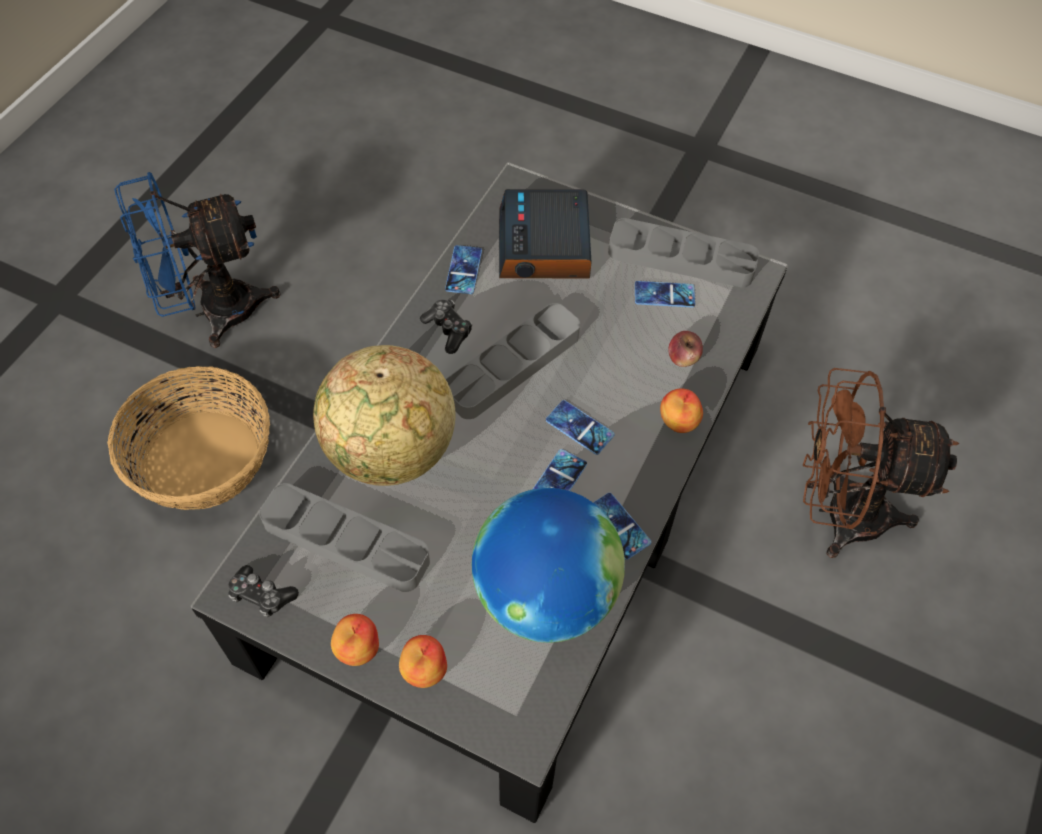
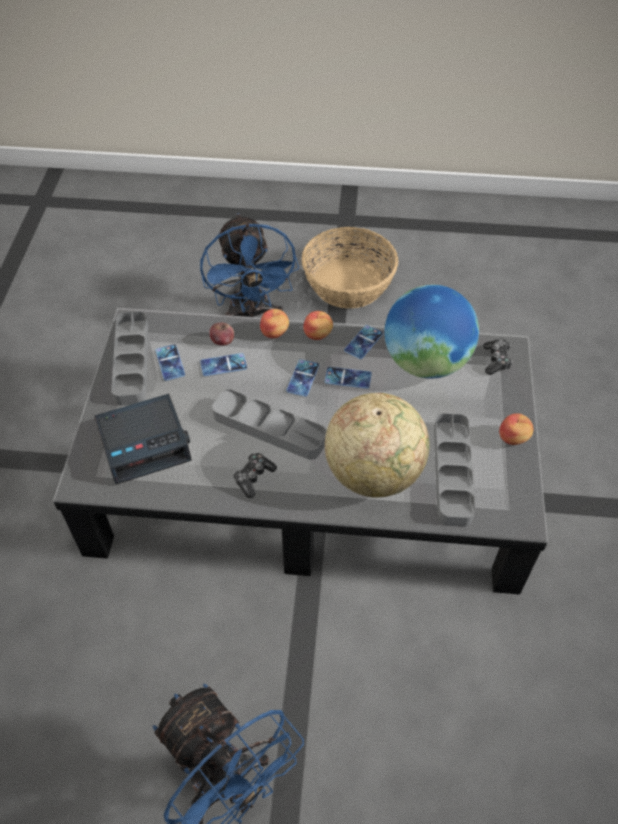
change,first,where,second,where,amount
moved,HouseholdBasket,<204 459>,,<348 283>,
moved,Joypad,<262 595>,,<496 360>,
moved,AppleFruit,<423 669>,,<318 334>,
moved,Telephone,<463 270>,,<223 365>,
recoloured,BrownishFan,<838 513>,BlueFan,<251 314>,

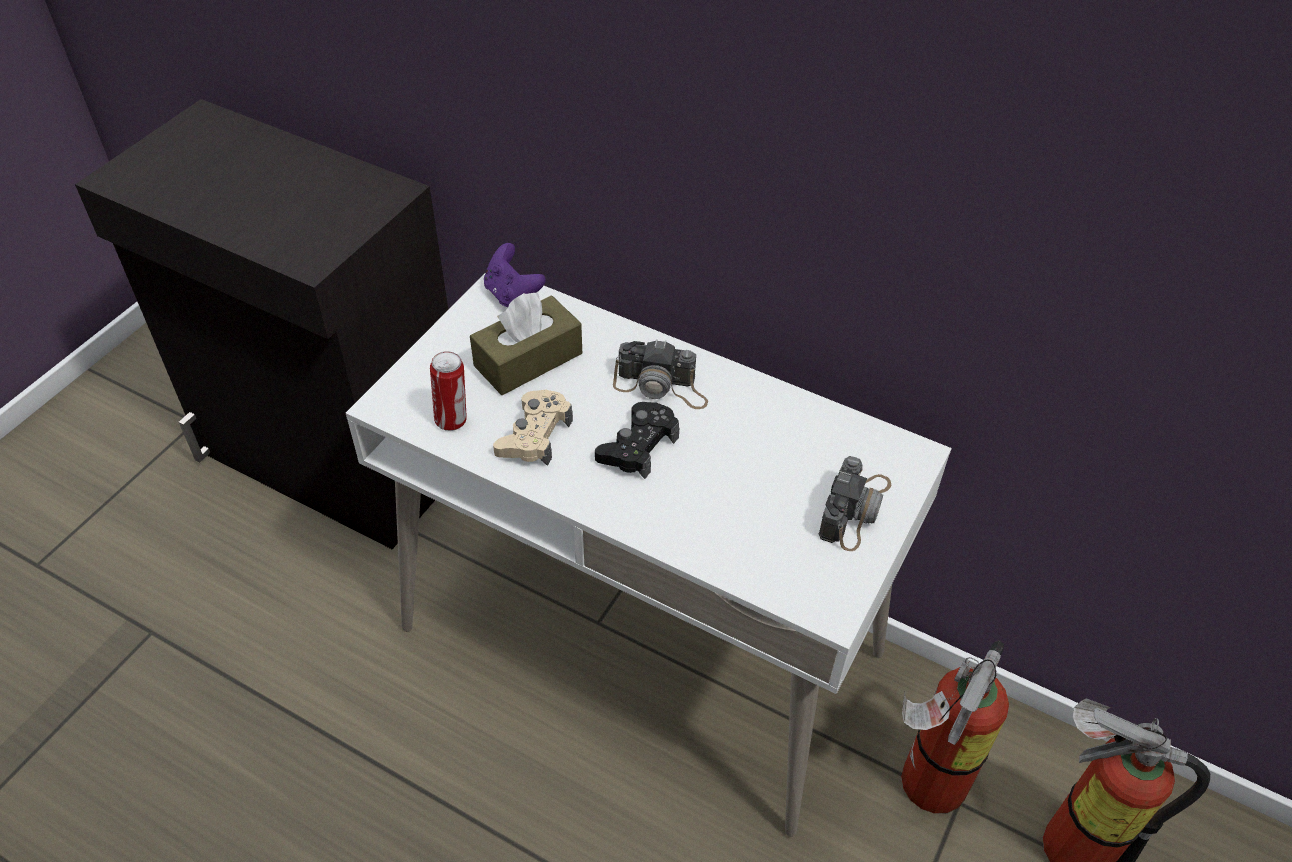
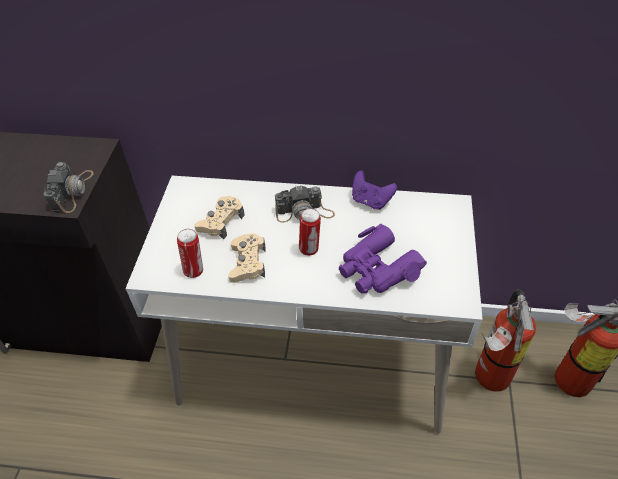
change,first,where,second,where,amount
replaced,BrownishTissueBox,<528 360>,BeigeJoypad,<221 221>,
moved,PurpleColouredJoypad,<512 295>,,<371 201>,
replaced,BlackJoypad,<638 446>,SealedCan,<310 249>,
moved,StillCamera,<855 509>,,<72 191>,
added,,,PurpleColouredFieldGlasses,<377 269>,

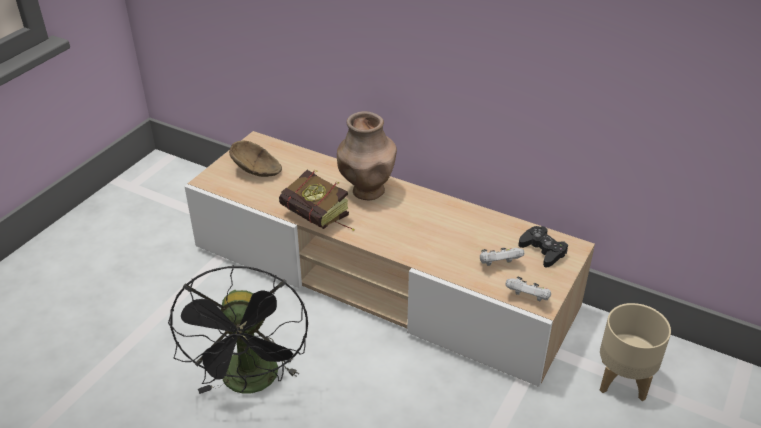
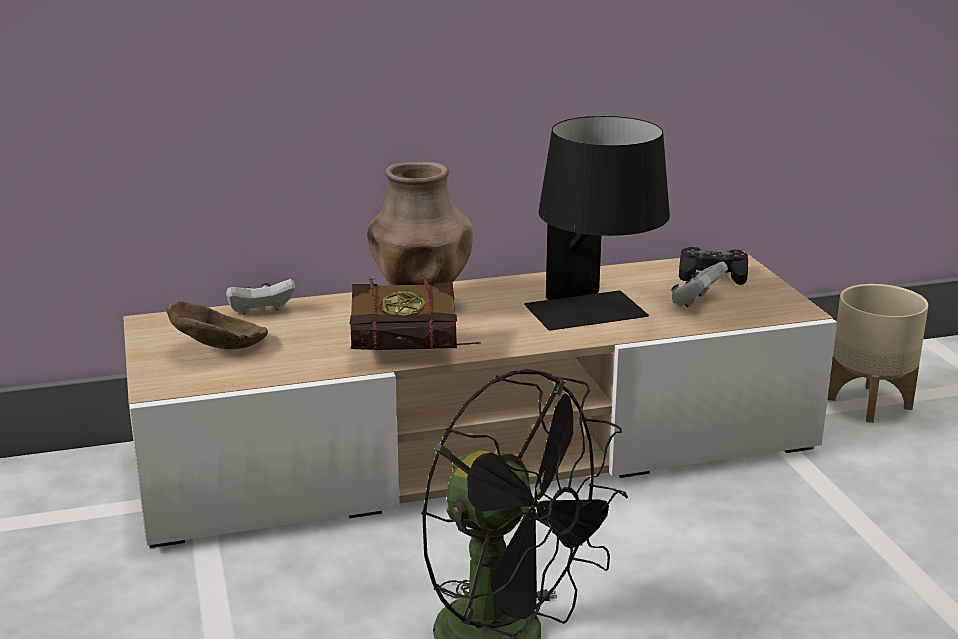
change,first,where,second,where,amount
moved,WhiteColouredJoypad,<527 298>,,<261 313>,
added,,,BlackTableLamp,<596 319>,

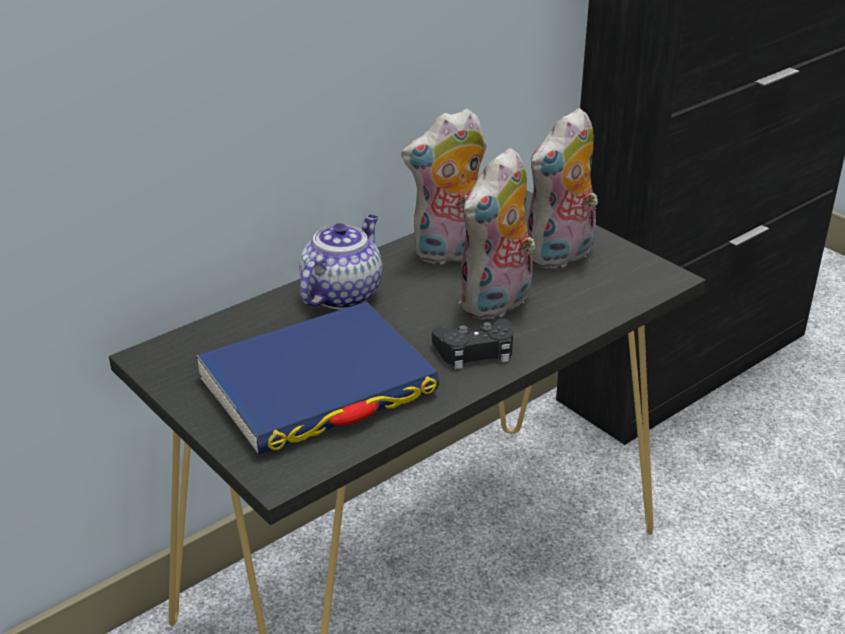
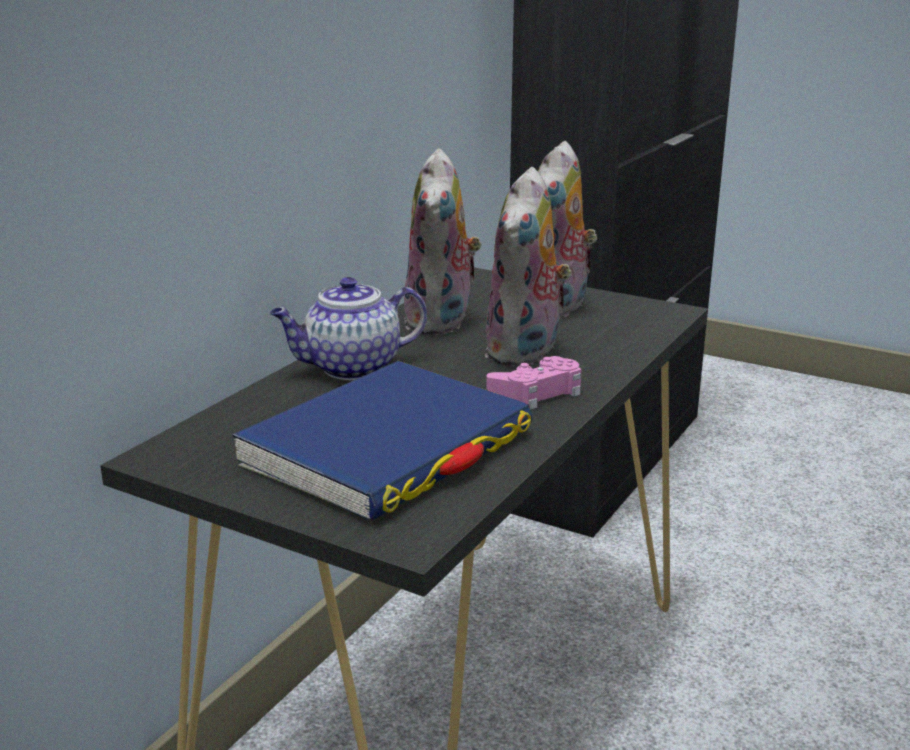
change,first,where,second,where,amount
turned,PotForTea,<342 294>,,<351 368>,120 degrees counterclockwise
turned,CuddlyToy,<450 254>,,<442 322>,45 degrees counterclockwise
recoloured,BlackJoypad,<475 351>,PinkColouredJoypad,<537 392>,

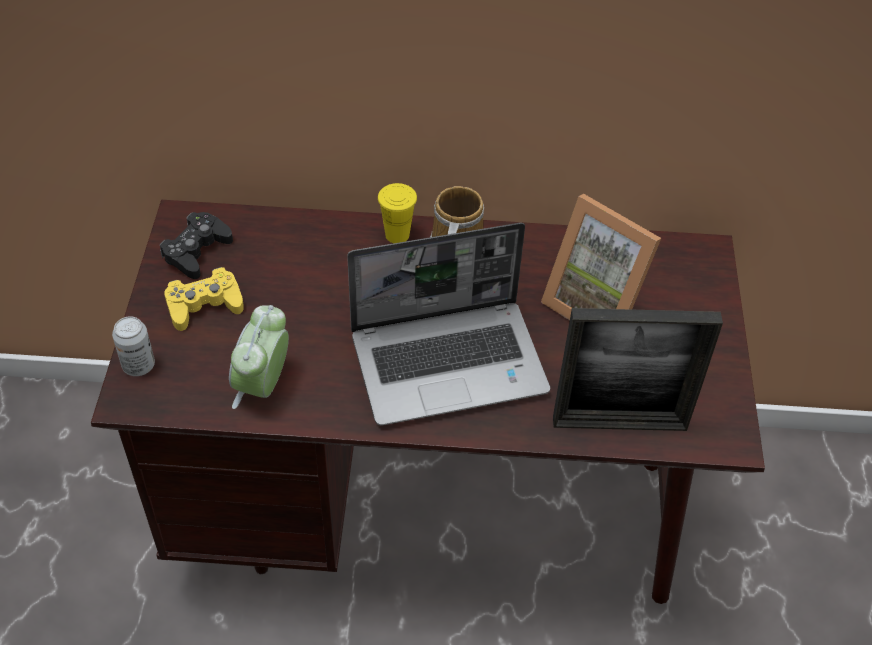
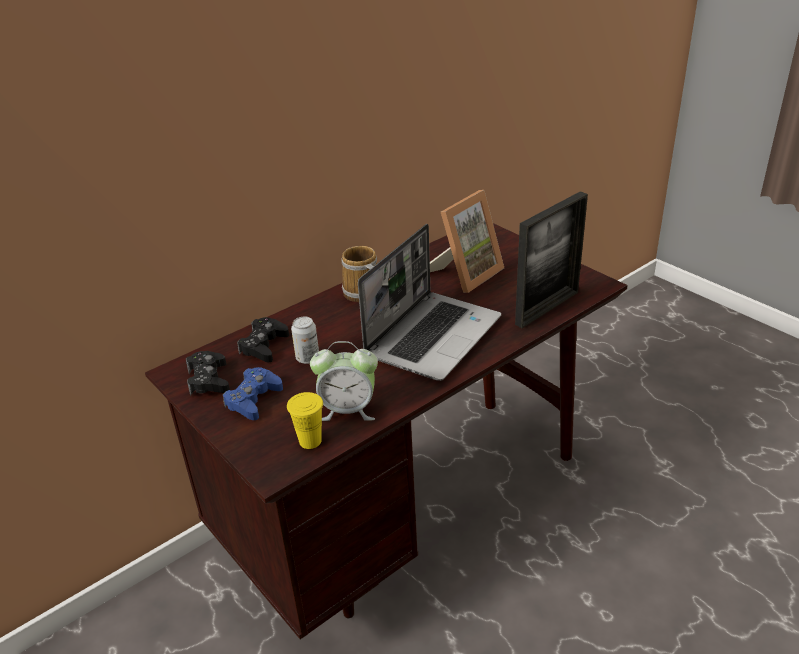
change,first,where,second,where,amount
moved,SealedCan,<138 365>,,<307 358>,
recoloured,YellowColouredJoypad,<204 305>,BlueJoypad,<253 399>,
turned,BedsideClock,<263 386>,,<348 410>,60 degrees counterclockwise
moved,YellowColouredSmallCup,<397 235>,,<310 441>,
turned,StandingFrame,<597 305>,,<466 274>,45 degrees counterclockwise
added,,,BlackJoypad,<264 346>,

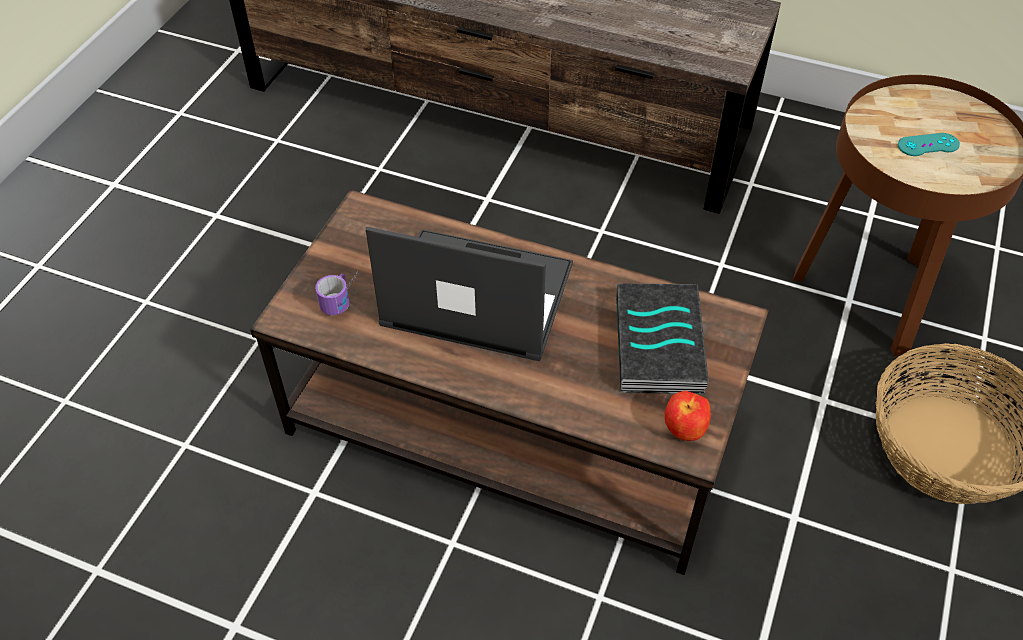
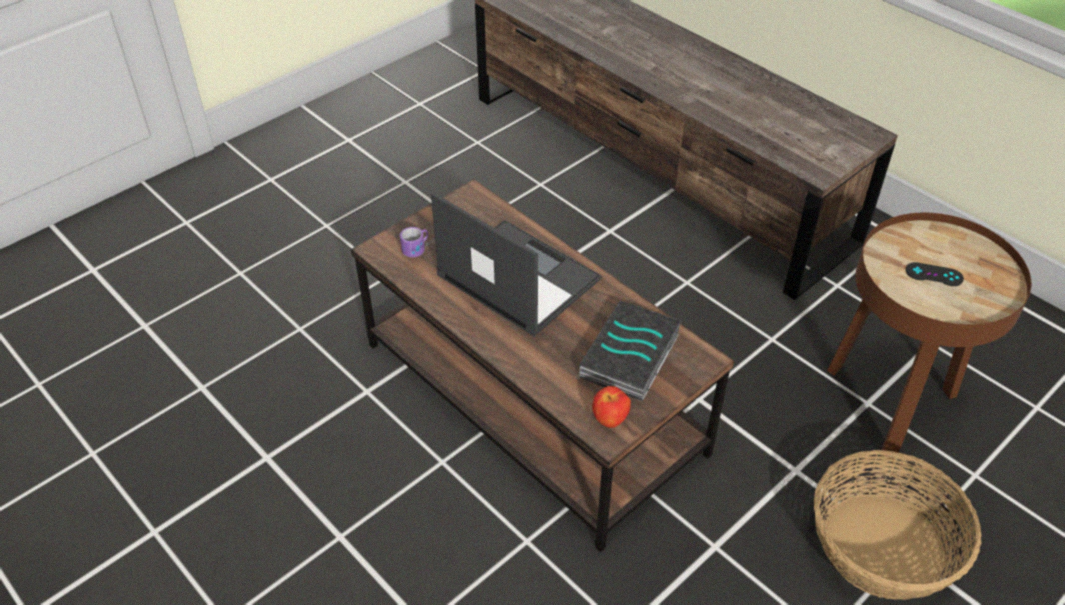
change,first,where,second,where,amount
recoloured,TurquoiseColouredJoypad,<928 145>,BlackJoypad,<934 274>,

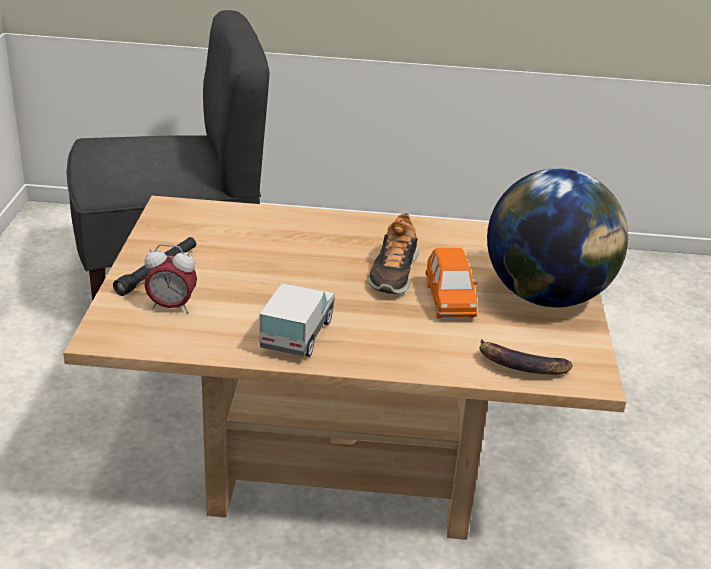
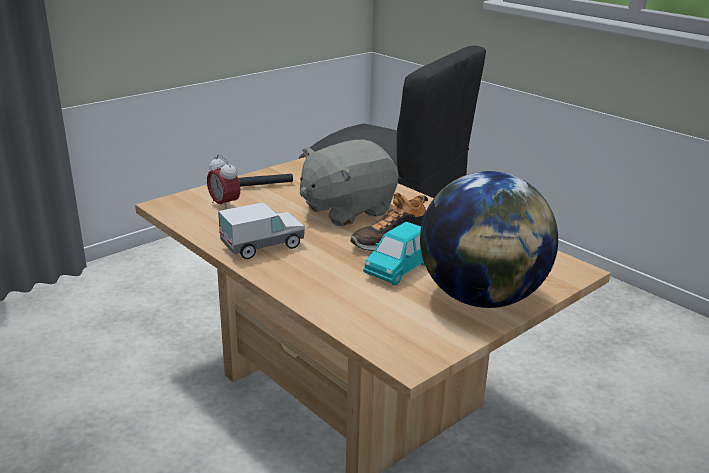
change,first,where,second,where,amount
recoloured,OrangeyModelCar,<449 301>,TurquoiseColouredModelCar,<398 270>,
removed,Banana,<520 365>,,,
added,,,GrayCuddlyToy,<346 210>,

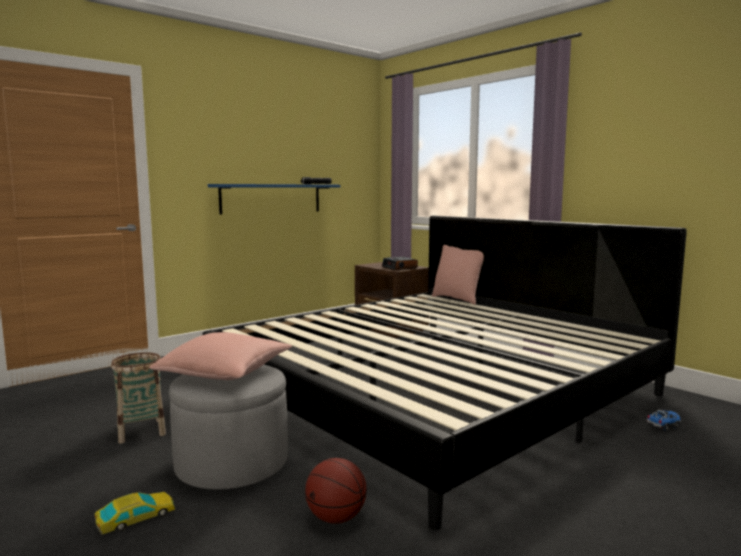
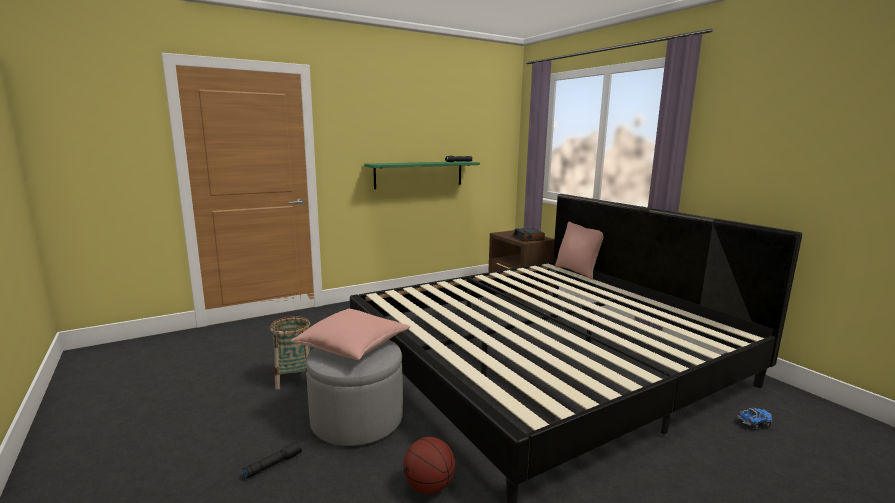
change,first,where,second,where,amount
replaced,ModelCar,<136 518>,BlackHandTorch,<273 464>,
recoloured,BlueWallShelf,<271 198>,GreenColouredWallShelf,<419 174>,

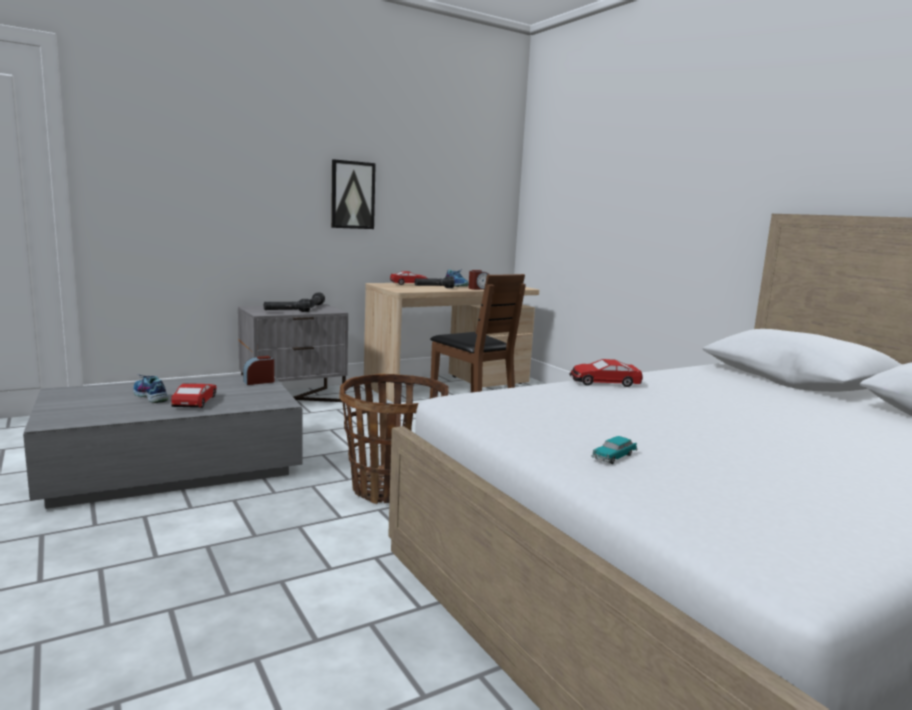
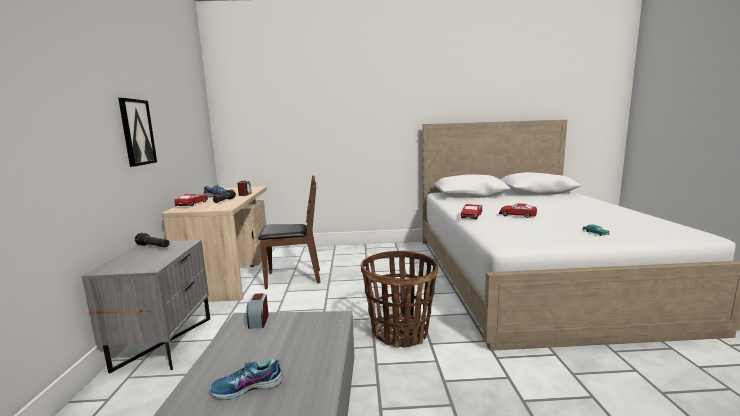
change,first,where,second,where,amount
moved,ModelCar,<195 402>,,<517 215>,
removed,BlackHandTorch,<286 312>,,,

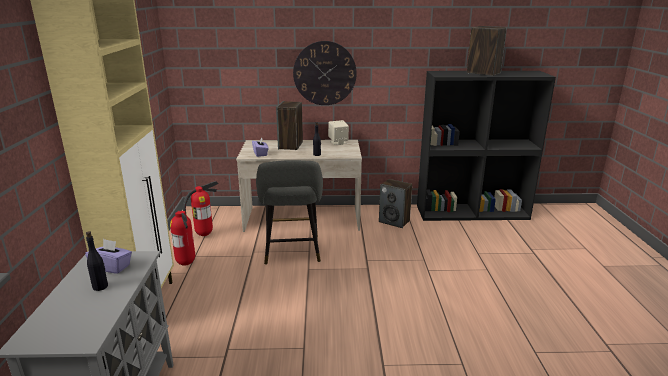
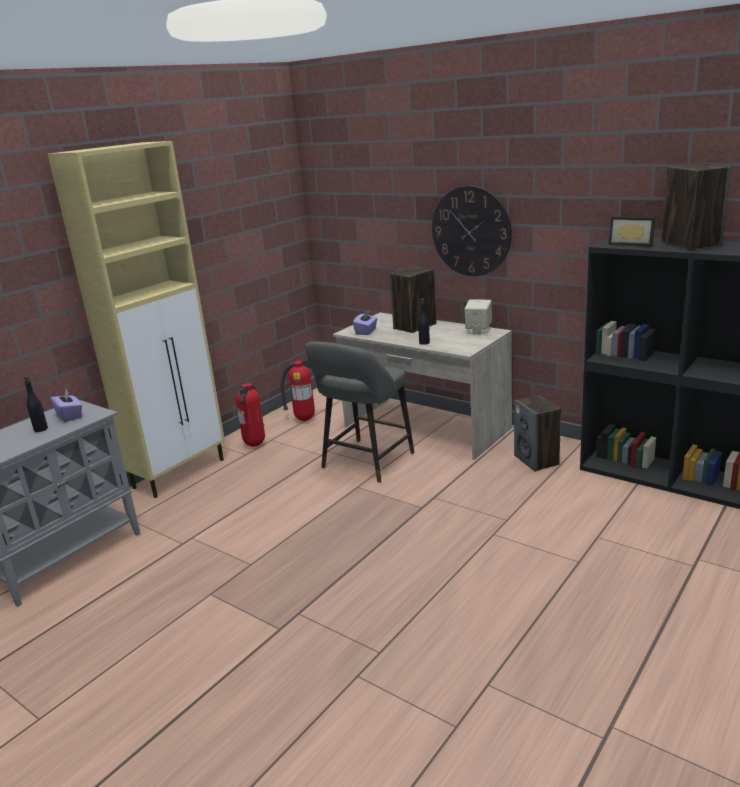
change,first,where,second,where,amount
added,,,StandingFrame,<631 244>,

